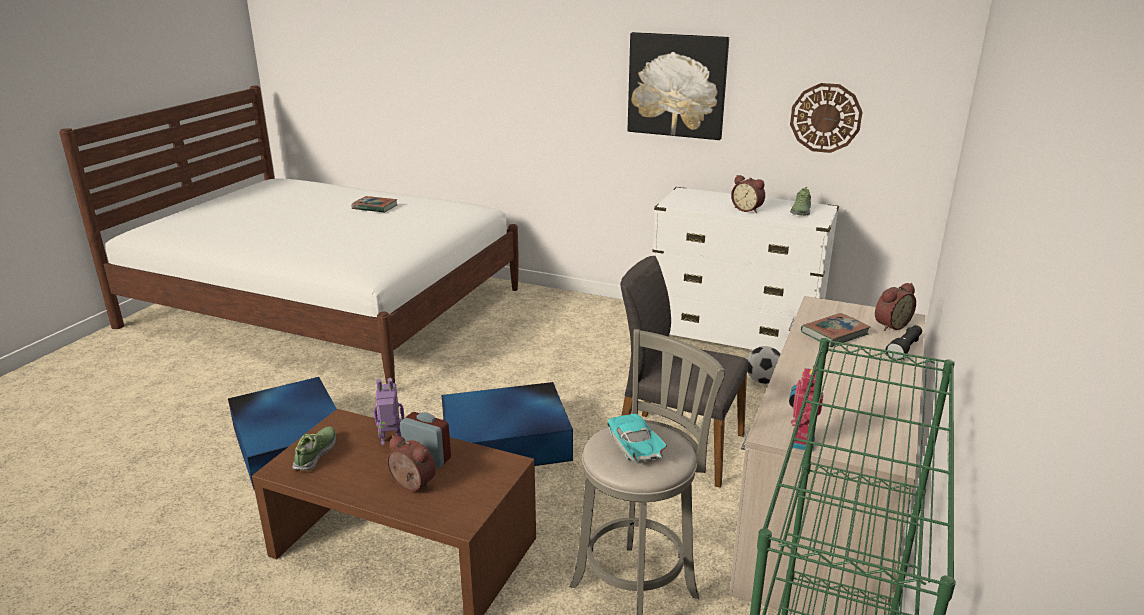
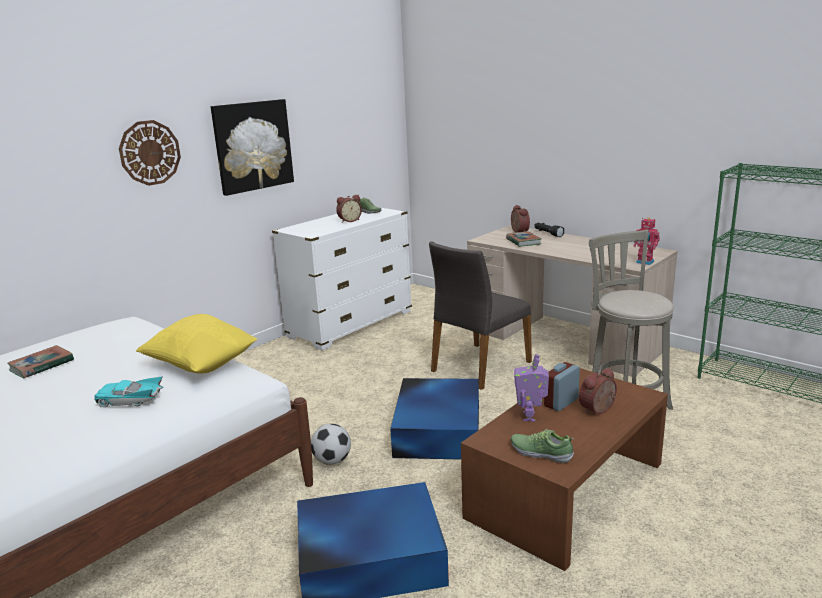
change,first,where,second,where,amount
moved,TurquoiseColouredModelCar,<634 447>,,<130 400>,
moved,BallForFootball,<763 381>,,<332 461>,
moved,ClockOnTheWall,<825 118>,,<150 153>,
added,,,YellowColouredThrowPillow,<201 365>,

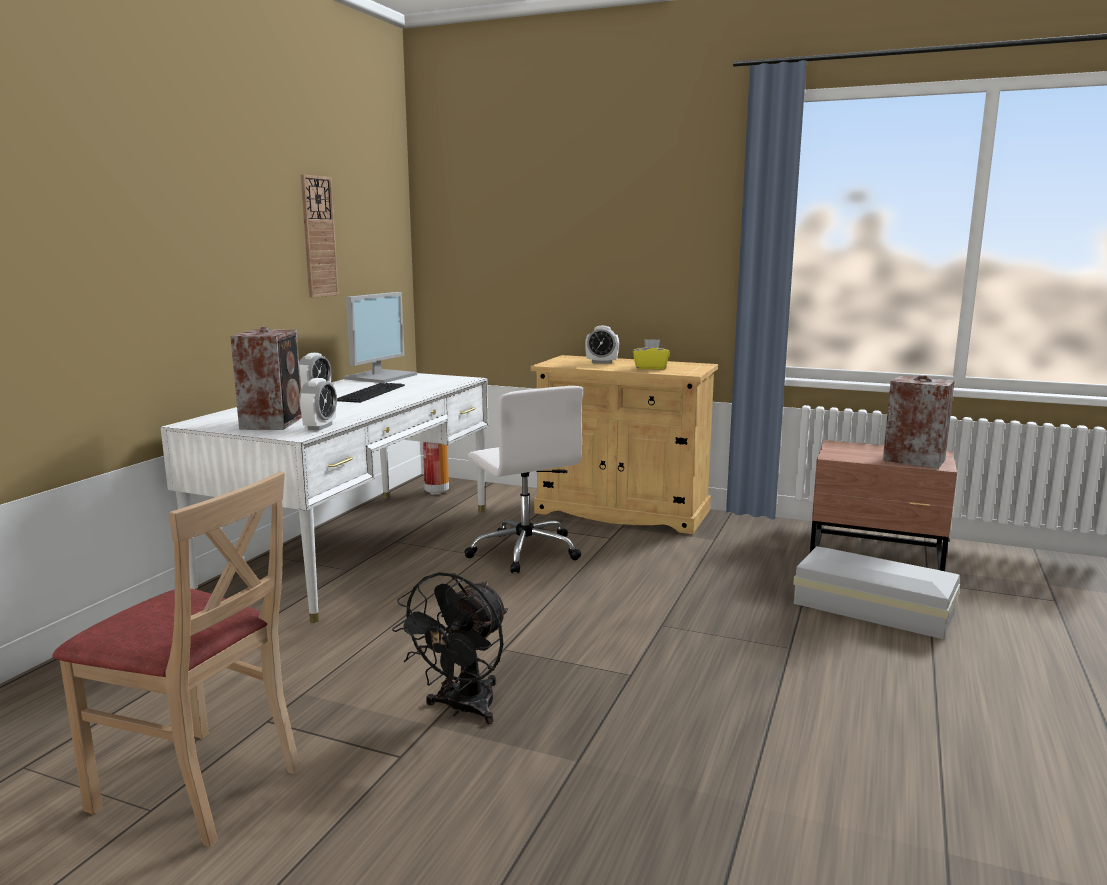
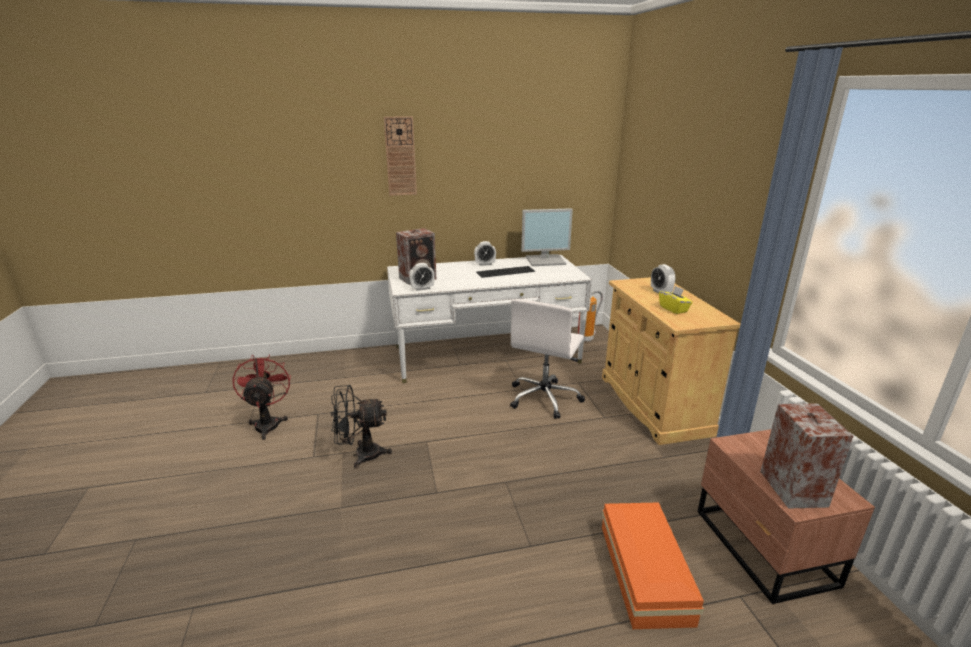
change,first,where,second,where,amount
replaced,BeigeChair,<199 786>,RedFan,<268 423>,
moved,ClockOnTheWall,<318 237>,,<400 156>,
recoloured,WhiteColouredStorageBox,<875 609>,OrangeyStorageBox,<643 574>,

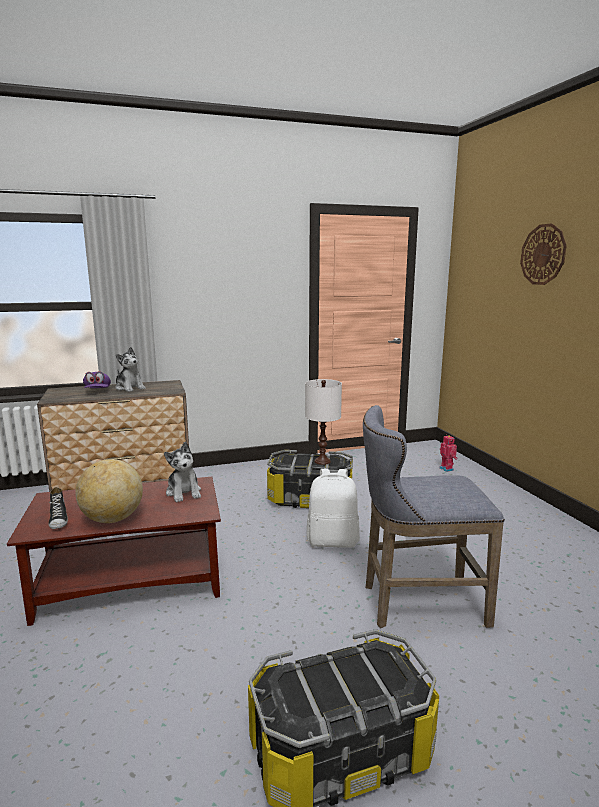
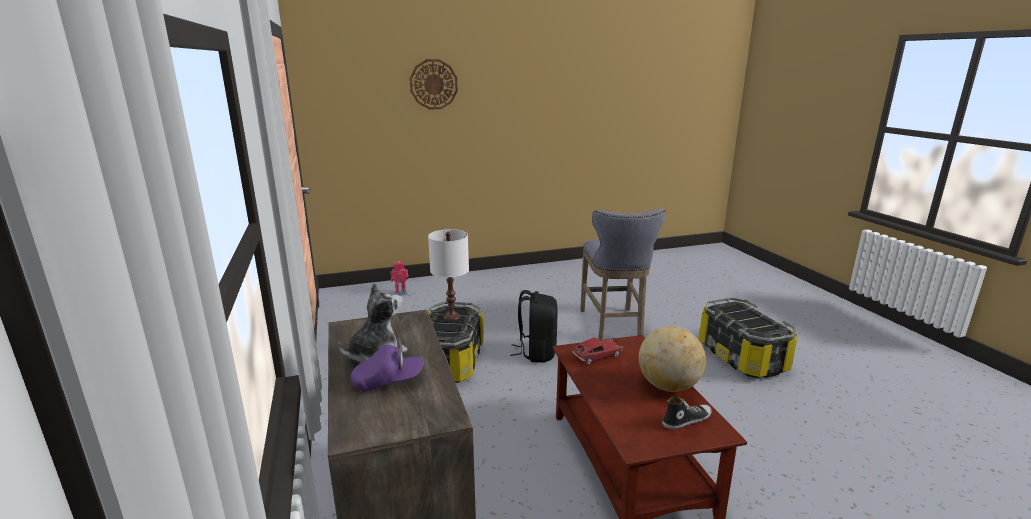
change,first,where,second,where,amount
replaced,CuddlyToy,<184 492>,ModelCar,<597 356>,
recoloured,WhiteColouredRucksack,<333 541>,BlackRucksack,<536 352>,

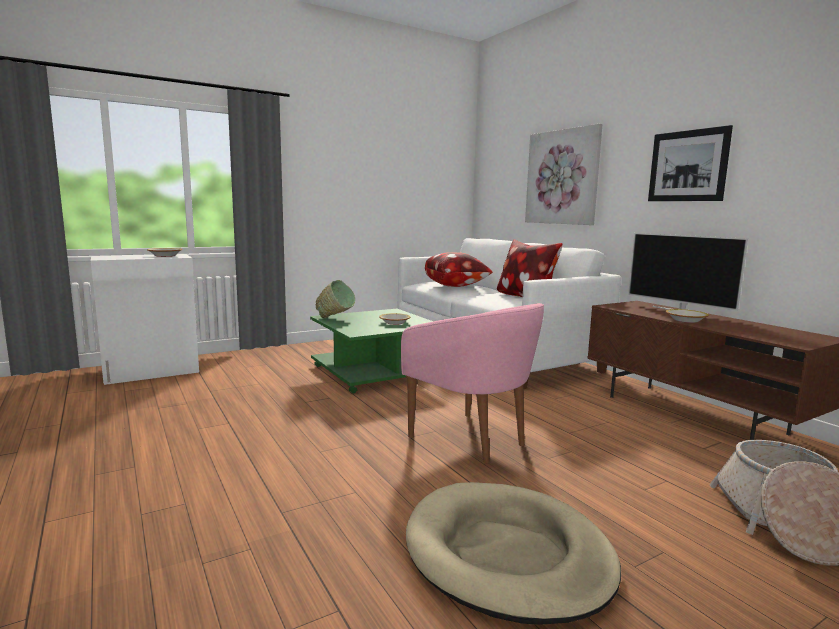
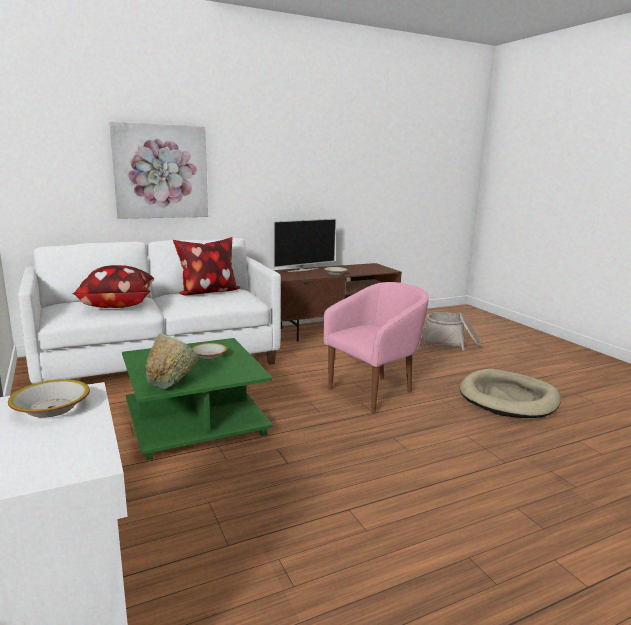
change,first,where,second,where,amount
removed,WallArt,<687 166>,,,

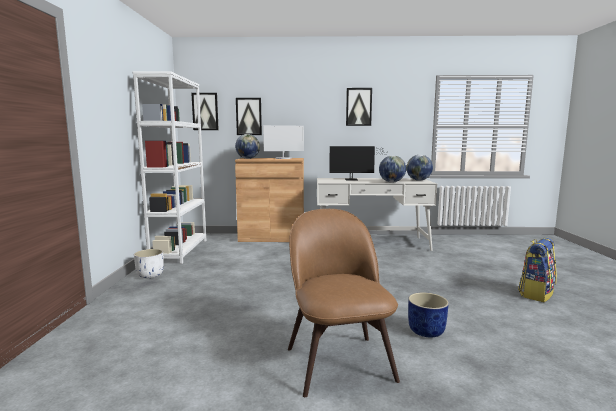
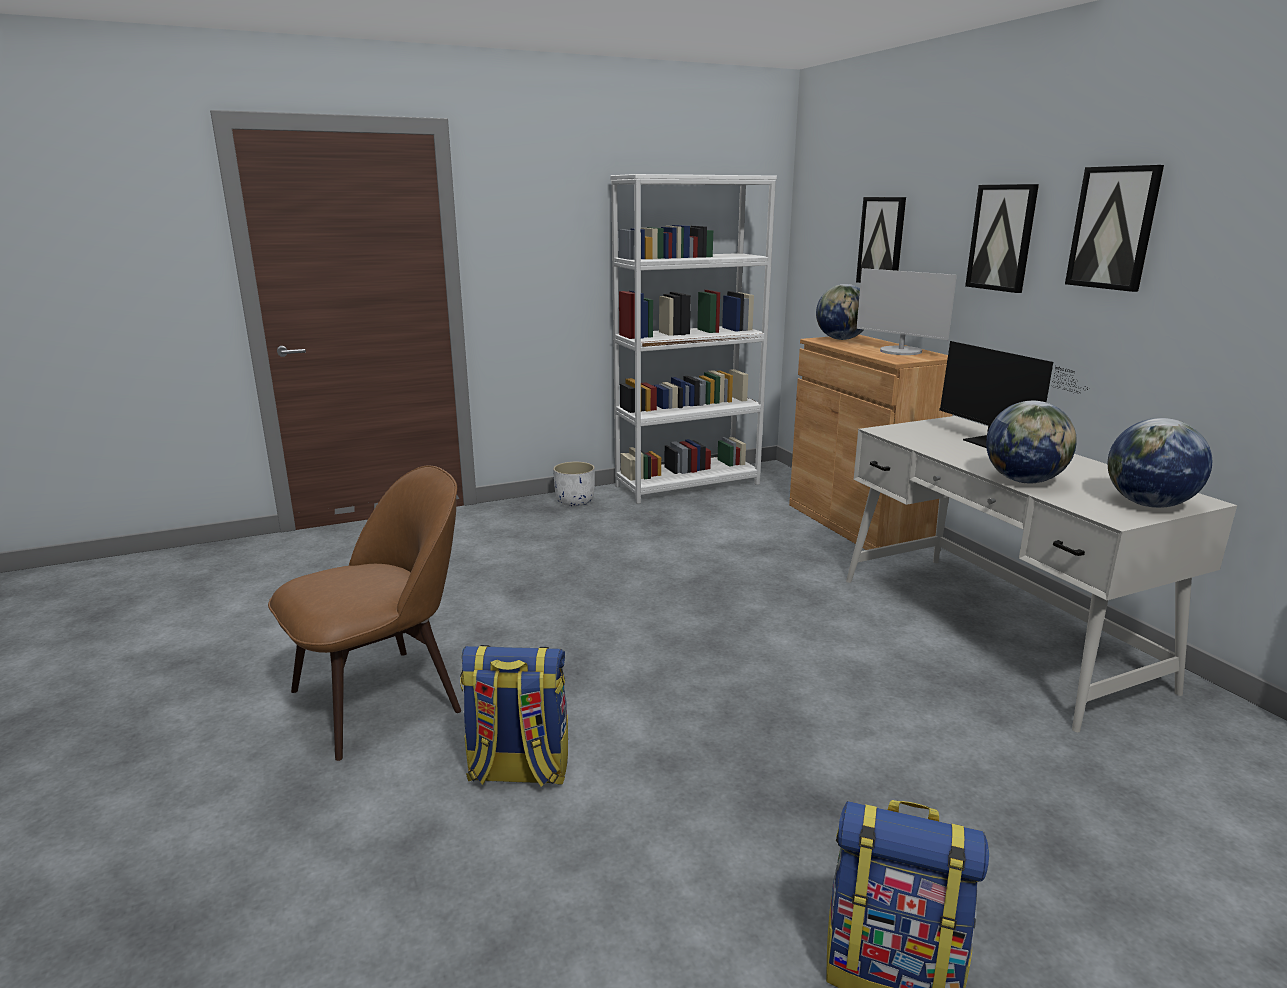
change,first,where,second,where,amount
moved,WallArt,<205 111>,,<1002 238>,
replaced,BluePlantPot,<426 331>,Rucksack,<518 771>,

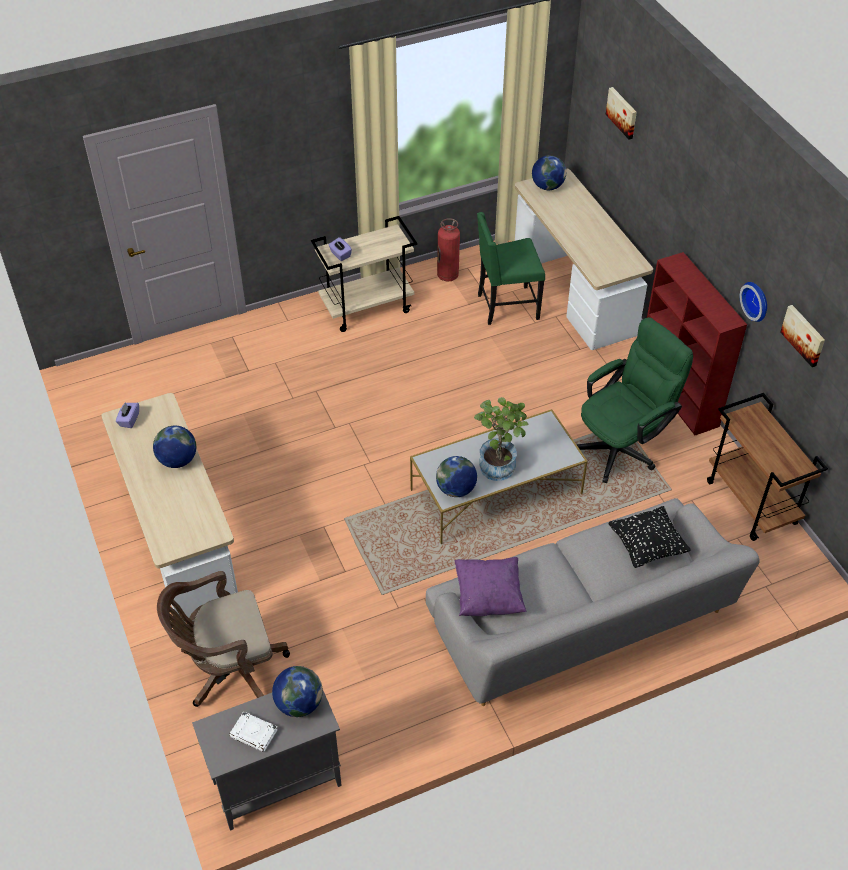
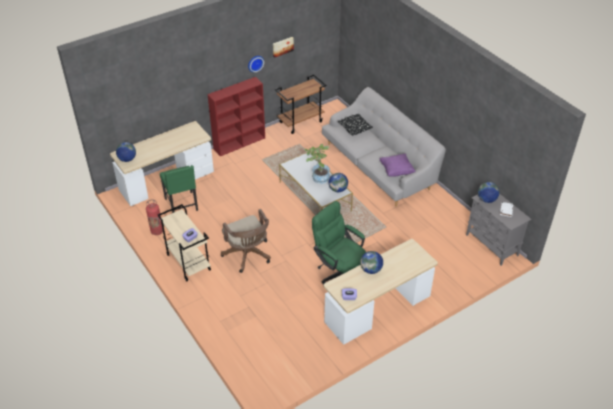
change,first,where,second,where,amount
moved,BrownishOfficeChair,<228 670>,,<248 256>,
moved,GreenColouredOfficeChair,<622 446>,,<339 272>,
removed,WallArt,<622 112>,,,

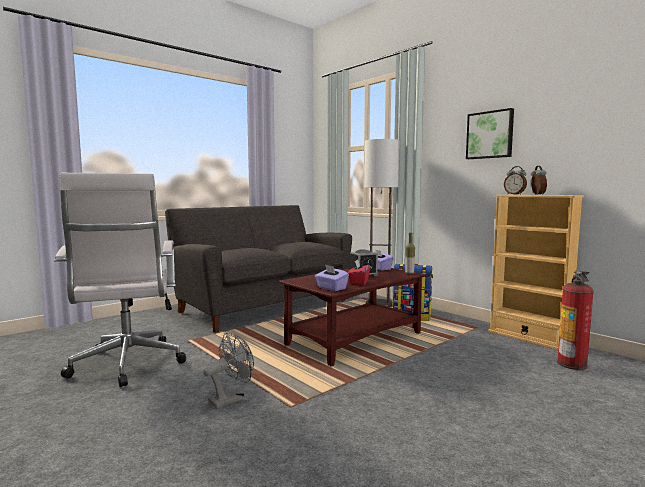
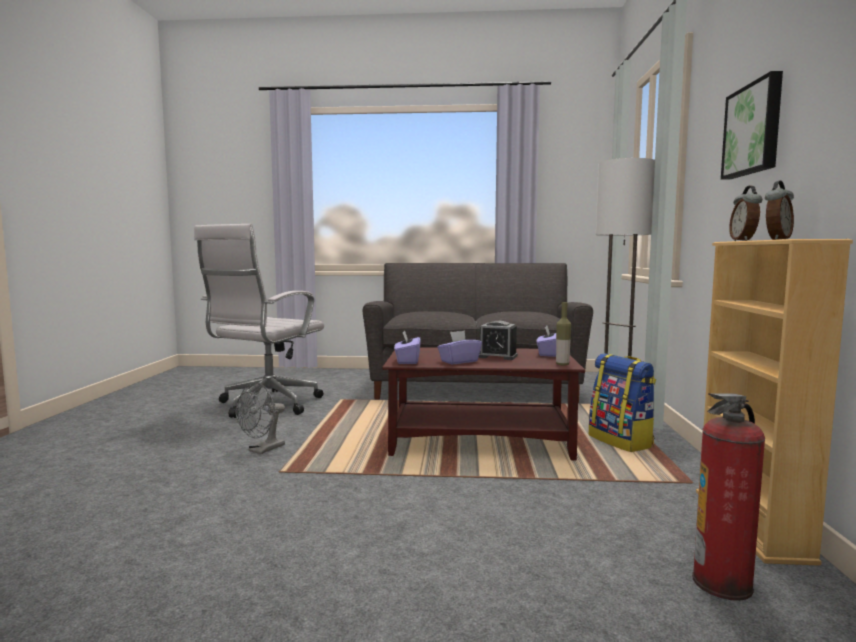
change,first,where,second,where,amount
turned,GrayFan,<231 399>,,<262 450>,120 degrees clockwise
recoloured,RedTissueBox,<358 282>,PurpleColouredTissueBox,<459 361>,

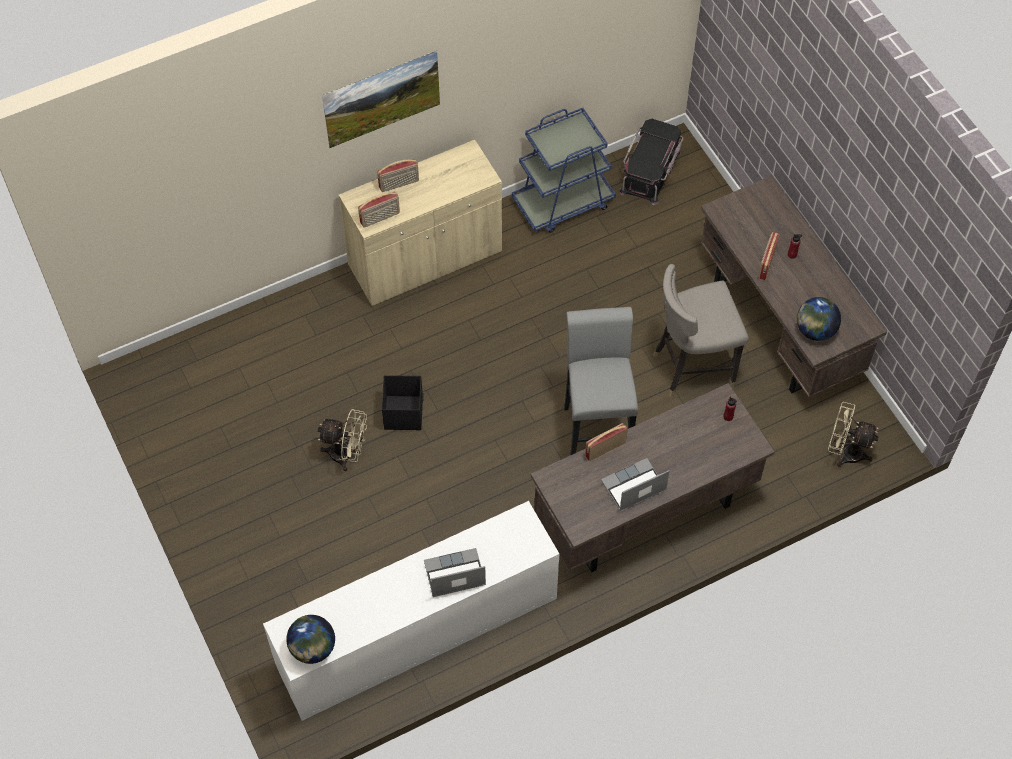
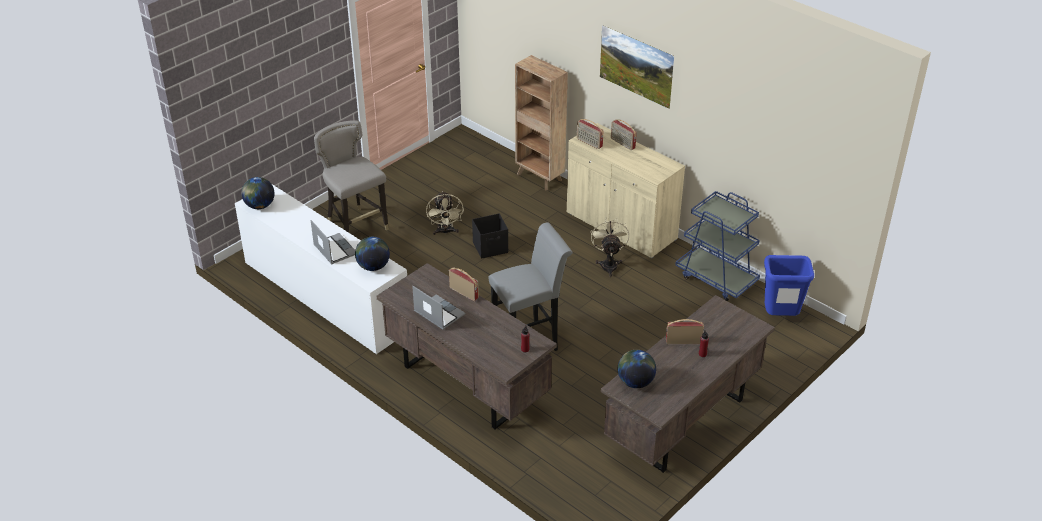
change,first,where,second,where,amount
replaced,BlackStorageBox,<651 172>,BlueWasteBin,<779 317>,
moved,GrayStoolSeat,<692 367>,,<355 227>,
moved,BeigeFan,<845 452>,,<609 264>,
added,,,DeskGlobe,<373 266>,
added,,,BrownishShelvingUnit,<540 177>,

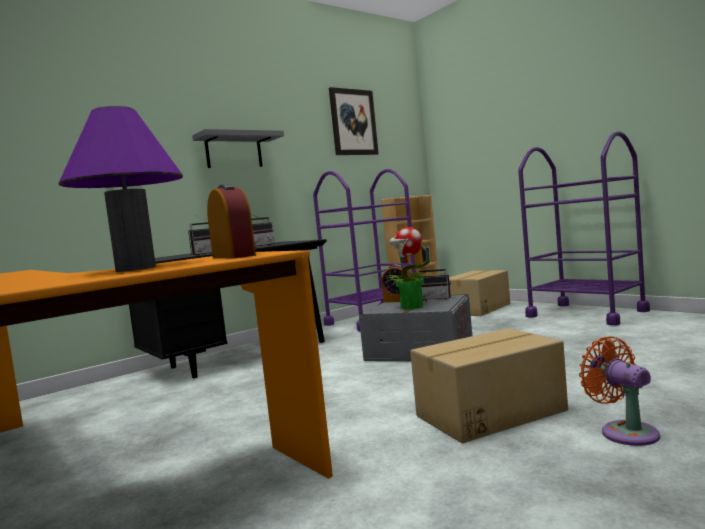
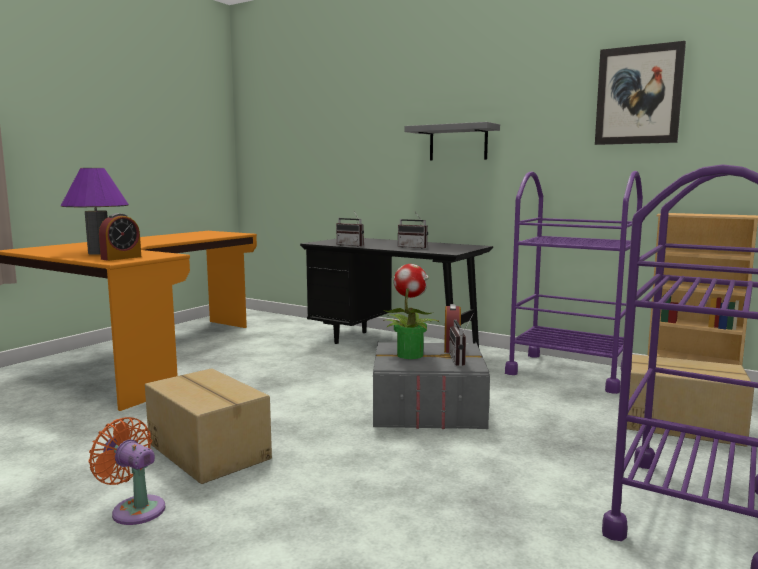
change,first,where,second,where,amount
turned,OrangeyFan,<625 432>,,<135 509>,105 degrees counterclockwise

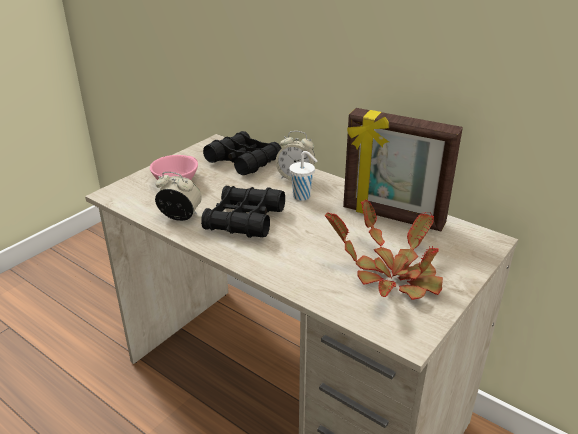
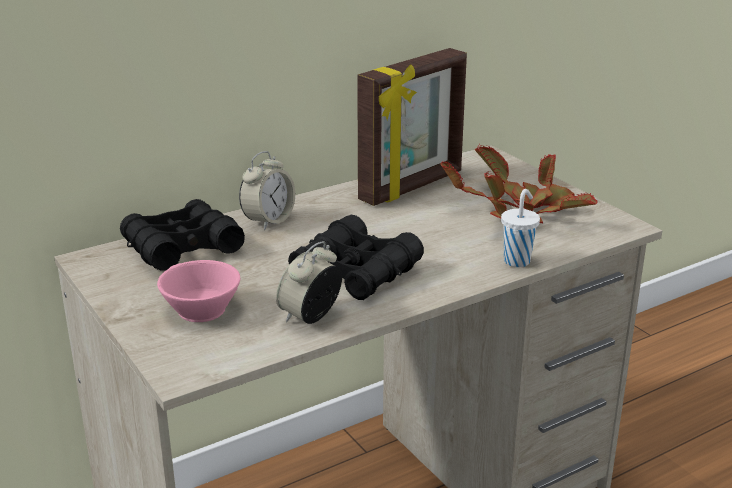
change,first,where,second,where,amount
moved,WhiteColouredSmallCup,<303 197>,,<517 260>,

